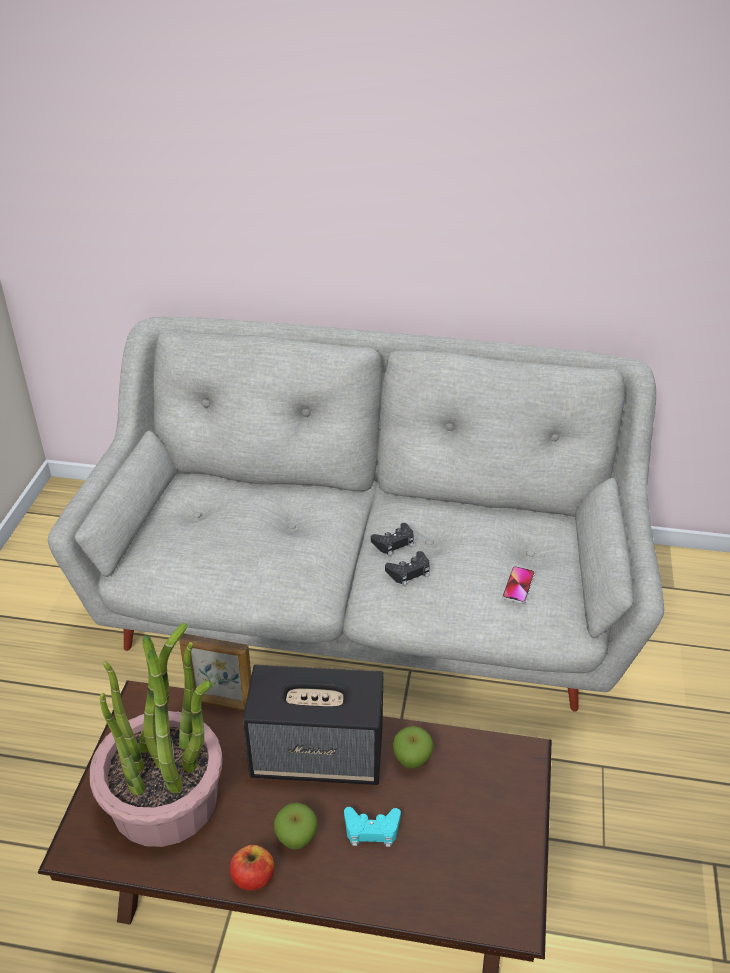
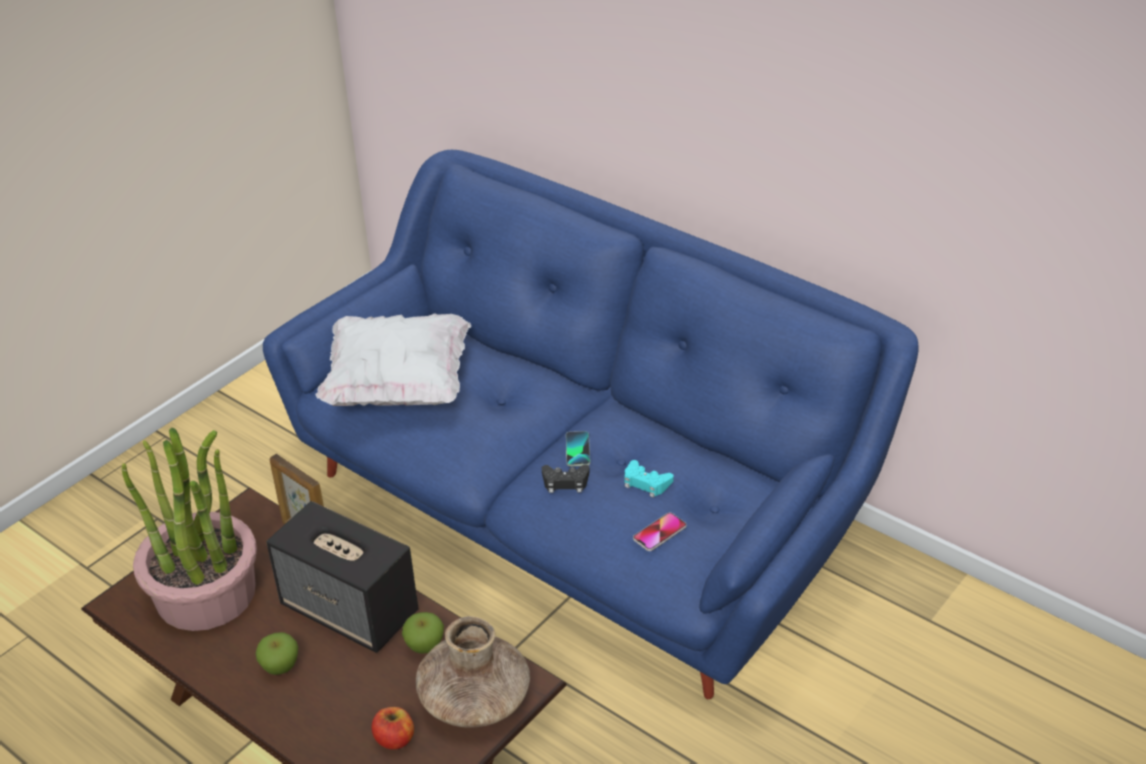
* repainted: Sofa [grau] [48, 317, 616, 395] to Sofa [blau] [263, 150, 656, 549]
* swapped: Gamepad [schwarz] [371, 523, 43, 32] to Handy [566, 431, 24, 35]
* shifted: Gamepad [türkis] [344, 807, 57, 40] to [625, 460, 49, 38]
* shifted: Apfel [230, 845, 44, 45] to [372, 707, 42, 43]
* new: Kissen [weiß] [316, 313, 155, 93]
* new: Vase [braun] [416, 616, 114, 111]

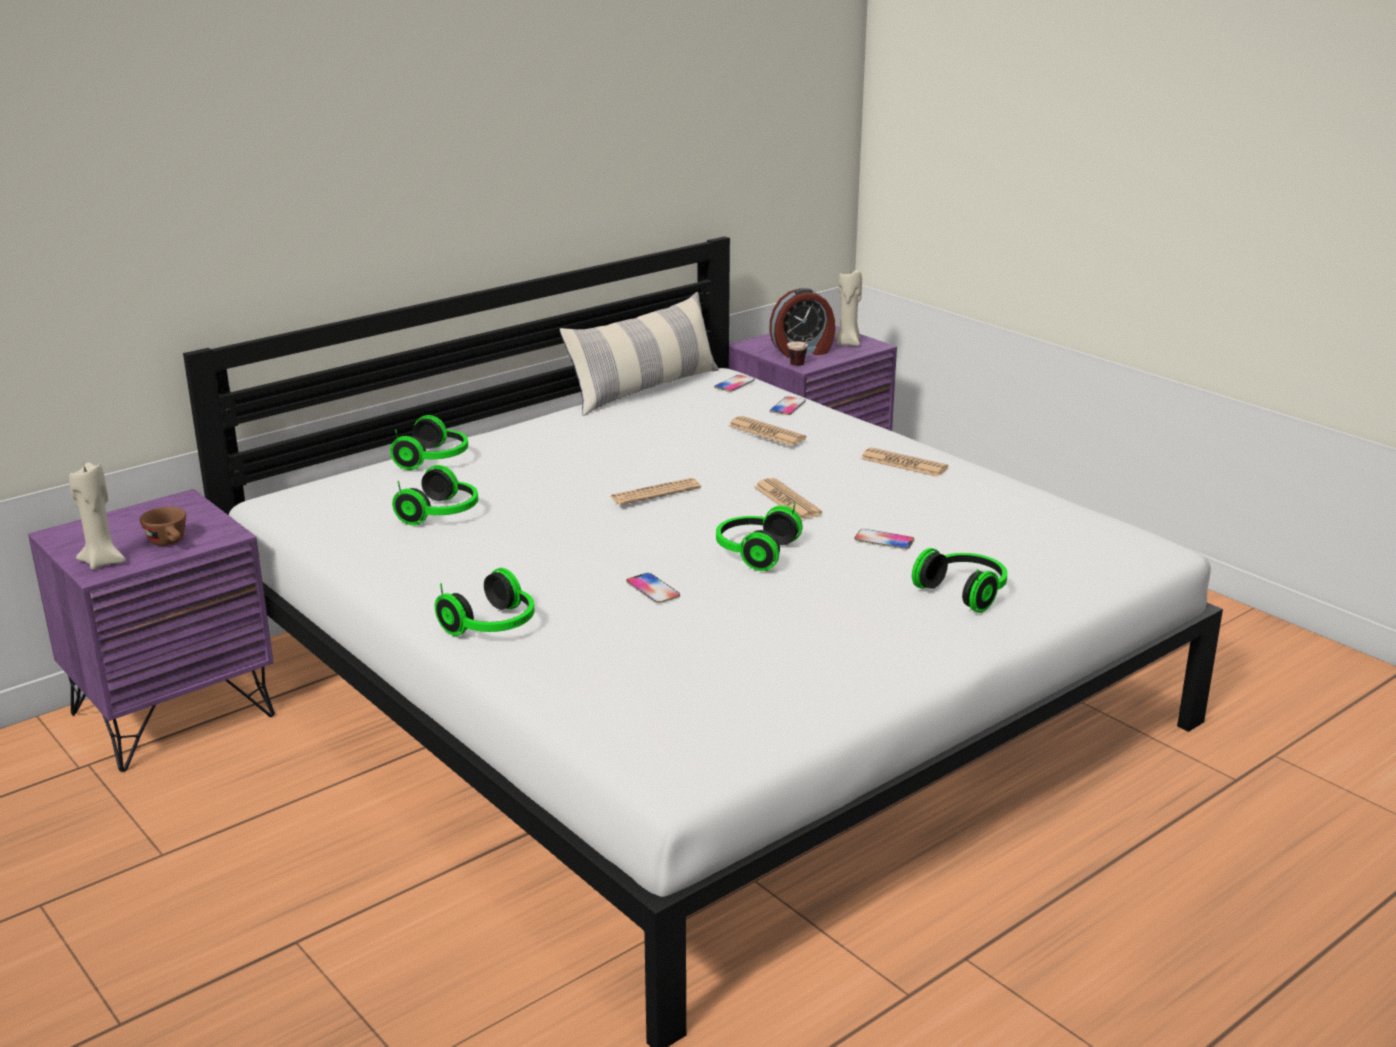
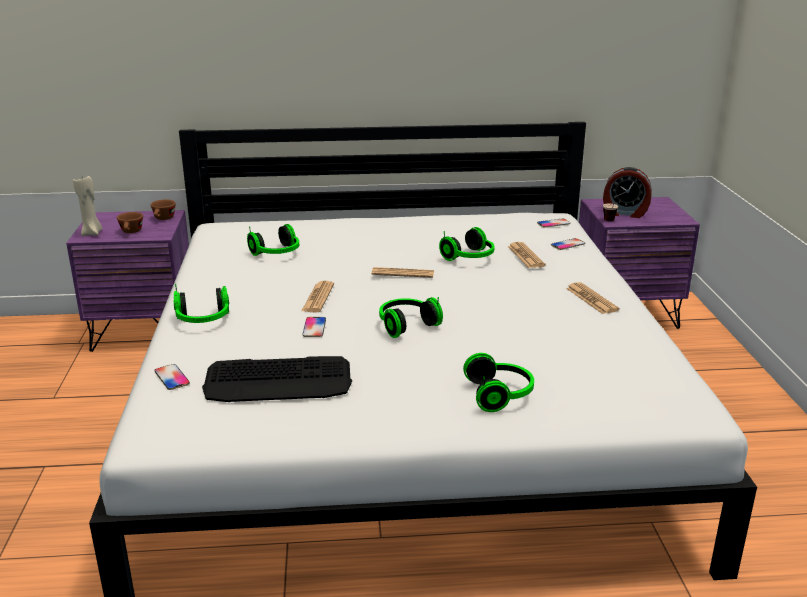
* gone: Kerze [beige] [834, 270, 28, 76]
* gone: Kissen [559, 292, 160, 124]
* shifted: Kopfhörer [390, 415, 78, 55] to [439, 227, 56, 34]
* shifted: Zeitung [754, 478, 68, 41] to [302, 281, 32, 32]
* shifted: Handy [855, 529, 59, 21] to [154, 364, 36, 26]
* new: Tasse [braun] [151, 200, 25, 20]
* new: Tastatur [202, 356, 150, 46]

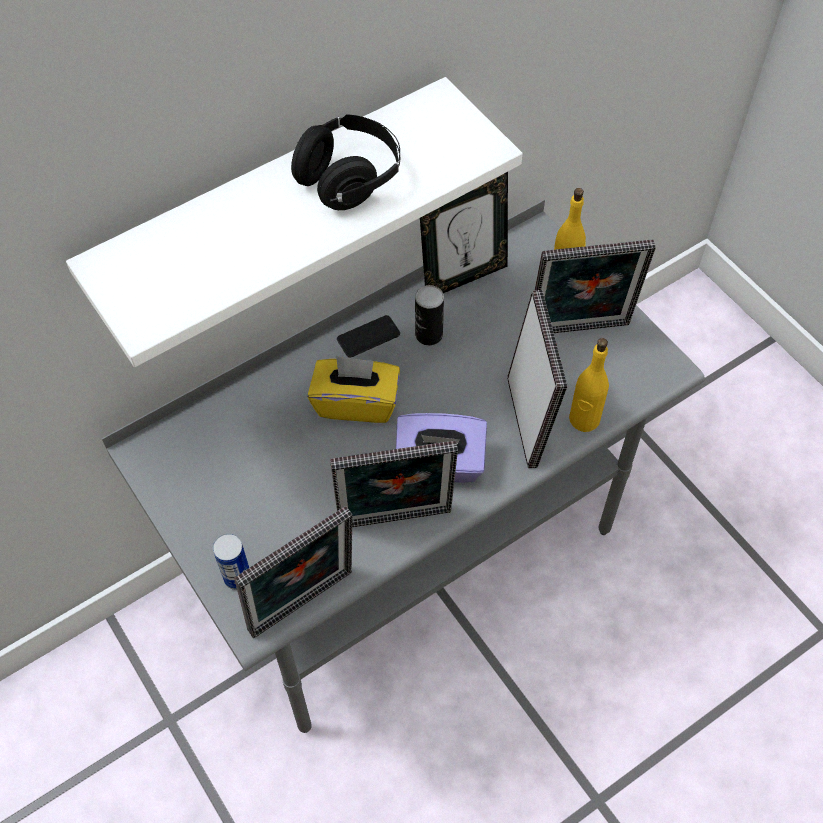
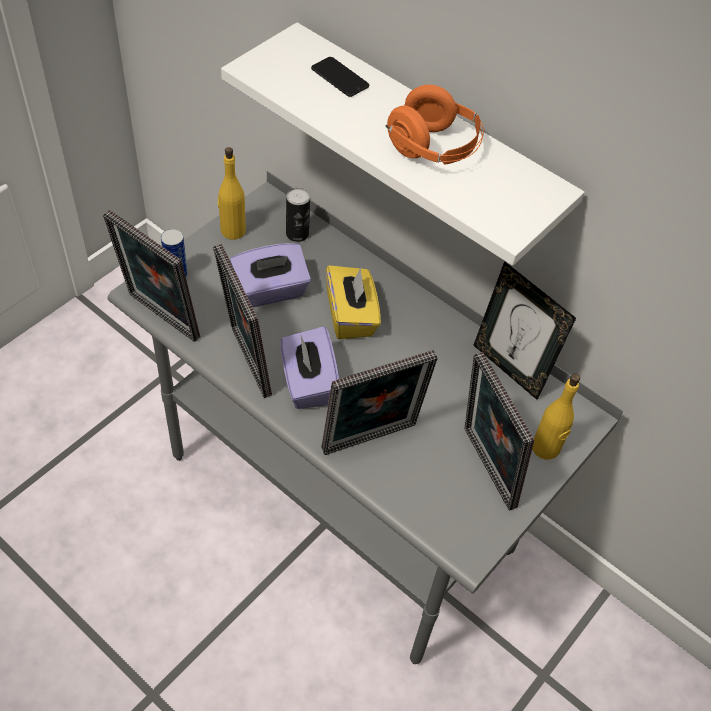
* repainted: Kopfhörer [schwarz] [291, 114, 109, 96] to Kopfhörer [orange] [386, 85, 98, 80]
* shifted: Dose [415, 285, 29, 61] to [286, 188, 24, 54]
* shifted: Handy [337, 315, 63, 42] to [311, 57, 58, 40]
* shifted: Flasche [gelb] [569, 338, 40, 94] to [218, 147, 28, 93]
* new: Taschentuchbox [lila] [230, 243, 81, 64]

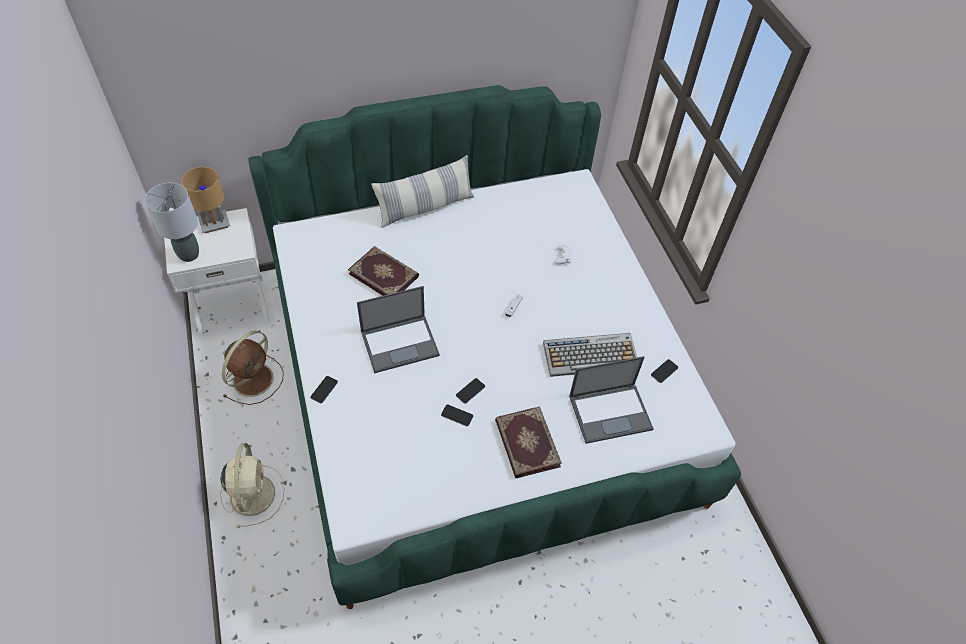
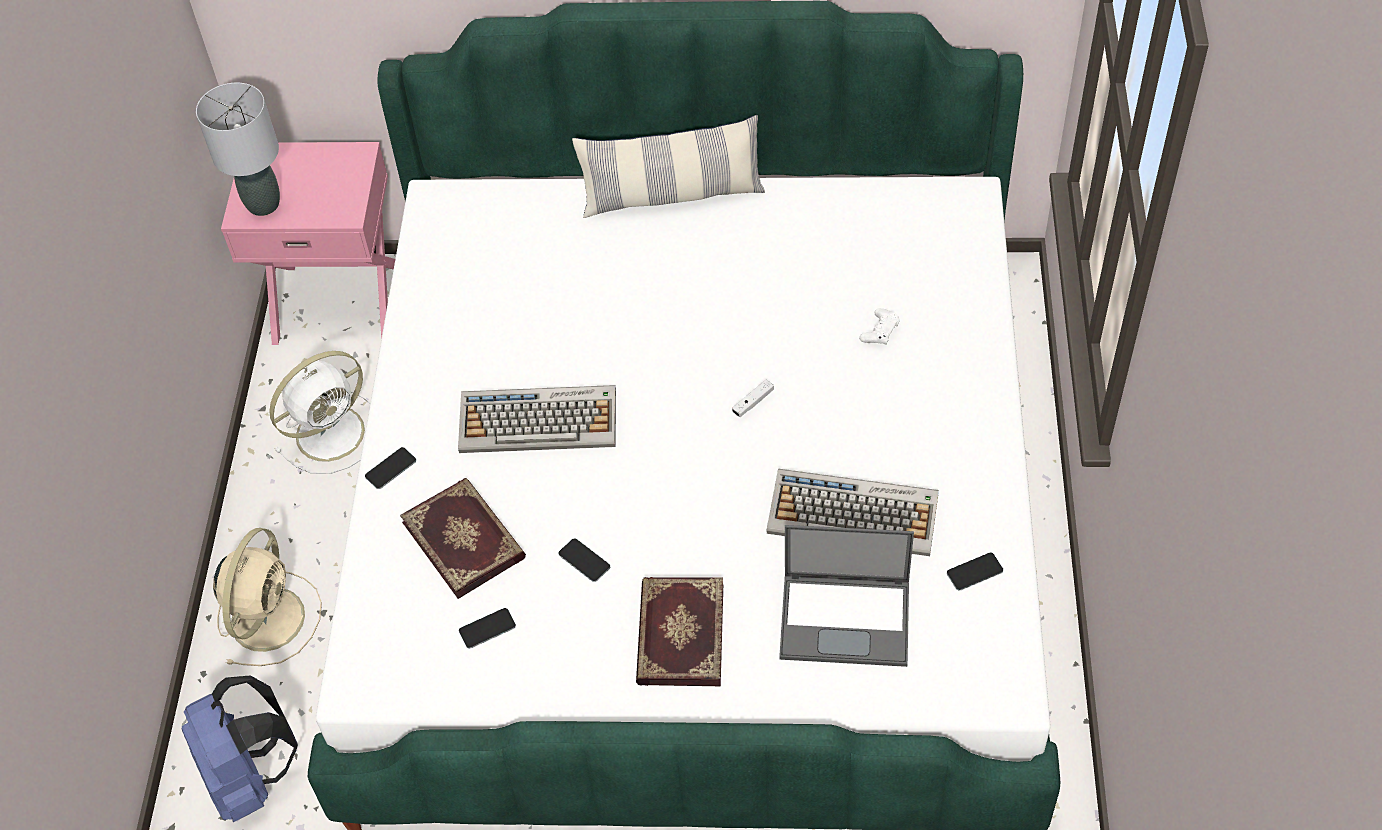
* gone: Tischlampe [braun] [181, 167, 49, 66]
* repainted: Nachttisch [weiß] [164, 208, 106, 129] to Nachttisch [rosa] [221, 142, 174, 203]
* shifted: Buch [348, 246, 71, 50] to [400, 478, 126, 121]
* swapped: Laptop [357, 286, 83, 88] to Tastatur [458, 385, 158, 68]
* repainted: Ventilator [braun] [222, 331, 62, 74] to Ventilator [weiß] [269, 351, 101, 123]
* shifted: Handy [456, 378, 29, 26] to [459, 608, 57, 40]
* new: Rucksack [blau] [182, 675, 116, 147]

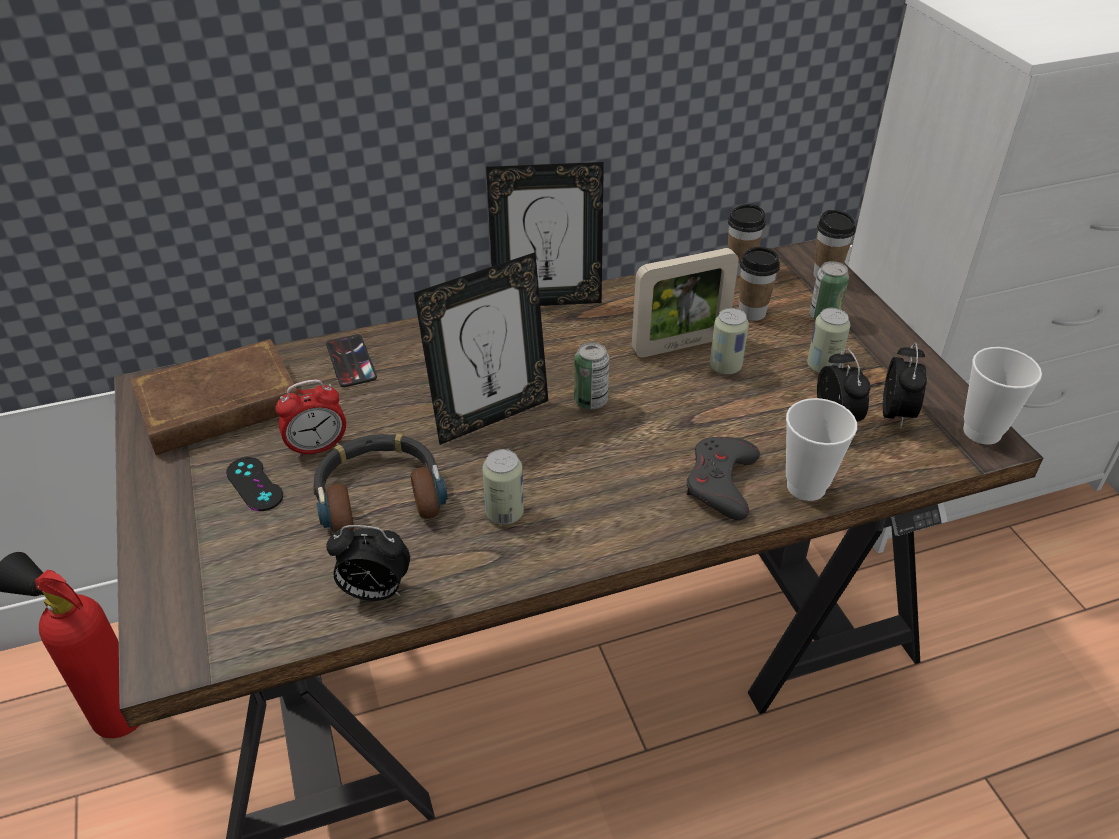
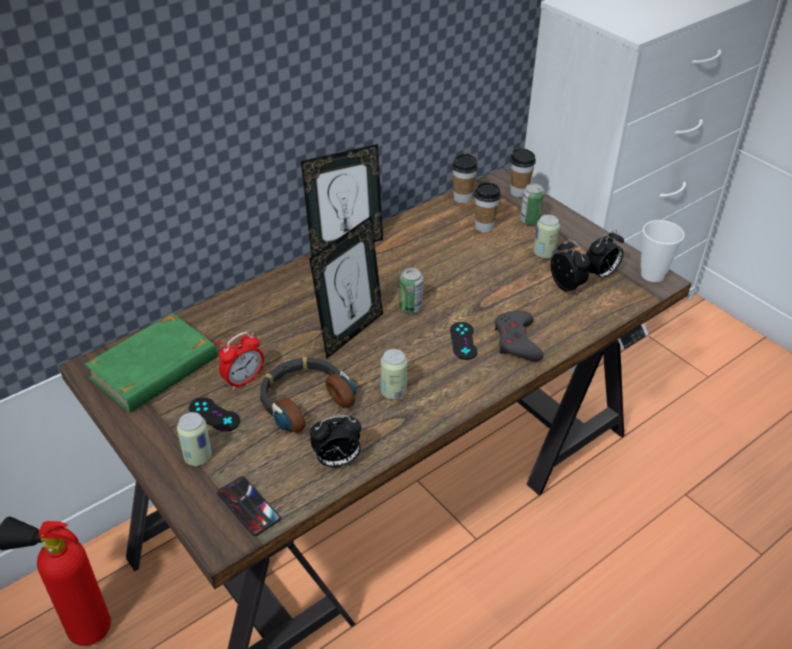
* gone: Bilderrahmen [632, 248, 107, 109]
* shifted: Dose [710, 308, 39, 67] to [177, 412, 35, 54]
* shifted: Handy [326, 334, 51, 53] to [217, 476, 64, 60]
* repainted: Buch [braun] [130, 339, 184, 116] to Buch [grün] [85, 313, 138, 100]
* rotated: Wecker [883, 343, 44, 86] = [586, 230, 38, 50] 60 degrees clockwise
* gone: Tasse [786, 398, 71, 103]
* new: Gamepad [schwarz] [450, 322, 28, 38]

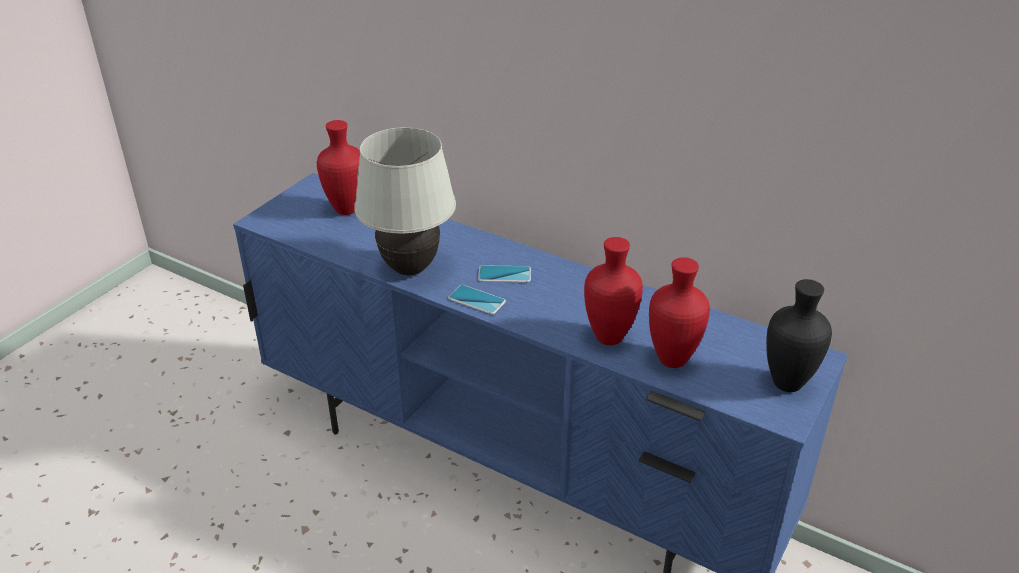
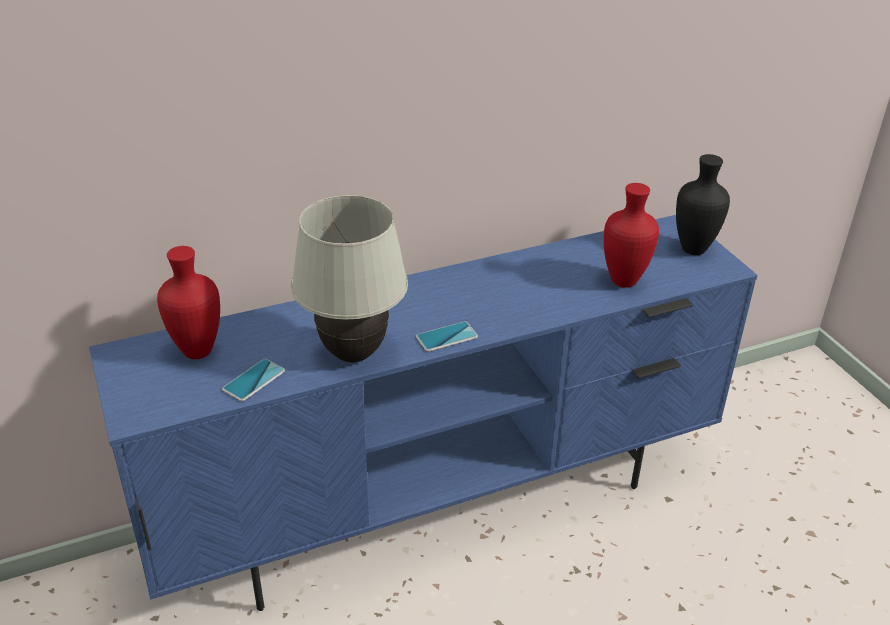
* gone: Vase [rot] [584, 237, 59, 108]
* shifted: Handy [478, 265, 53, 17] to [222, 359, 63, 42]

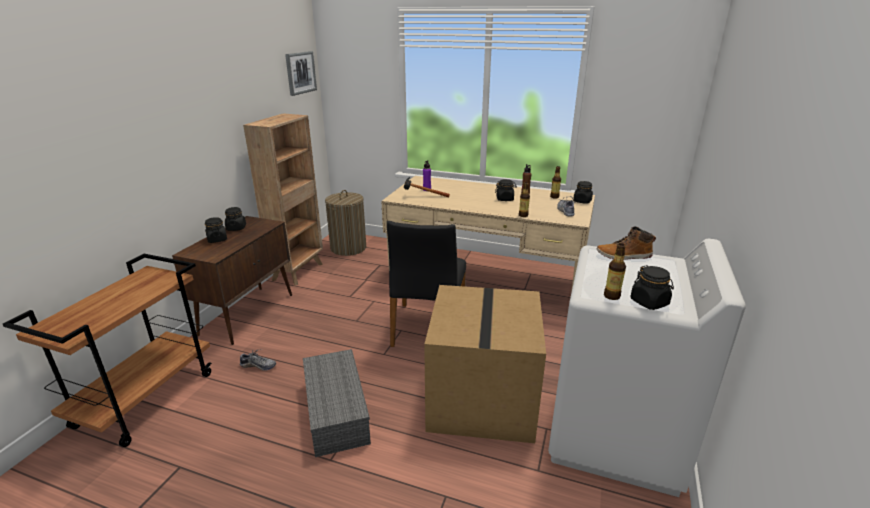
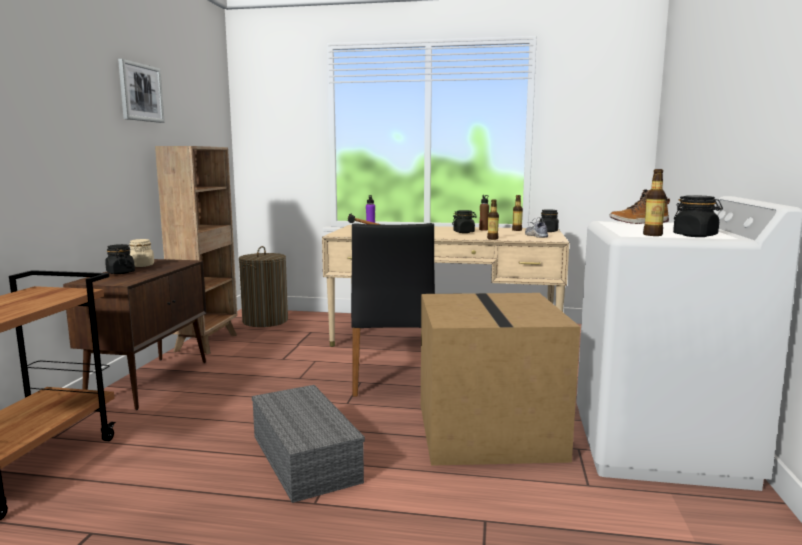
* shifted: Bild [285, 51, 32, 45] to [118, 59, 47, 64]
* repainted: Vorratsglas [schwarz] [225, 207, 21, 24] to Vorratsglas [beige] [129, 239, 25, 28]
* gone: Schuh [240, 349, 36, 22]

